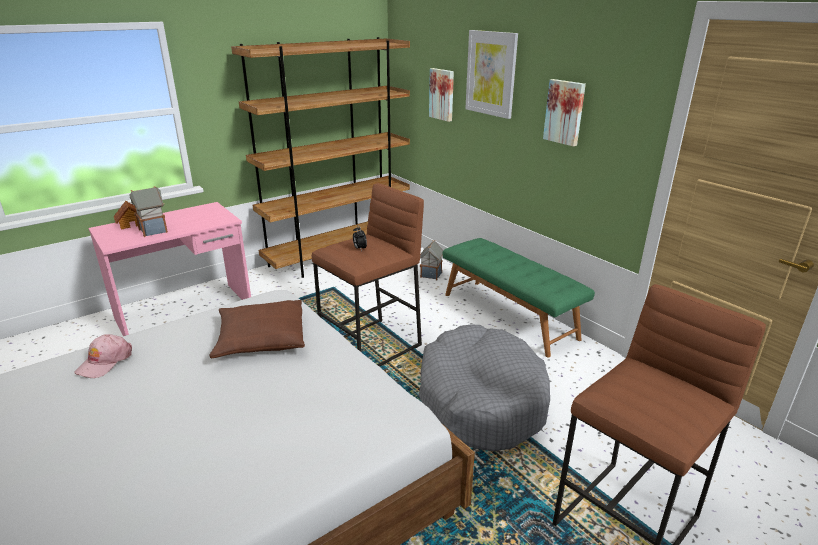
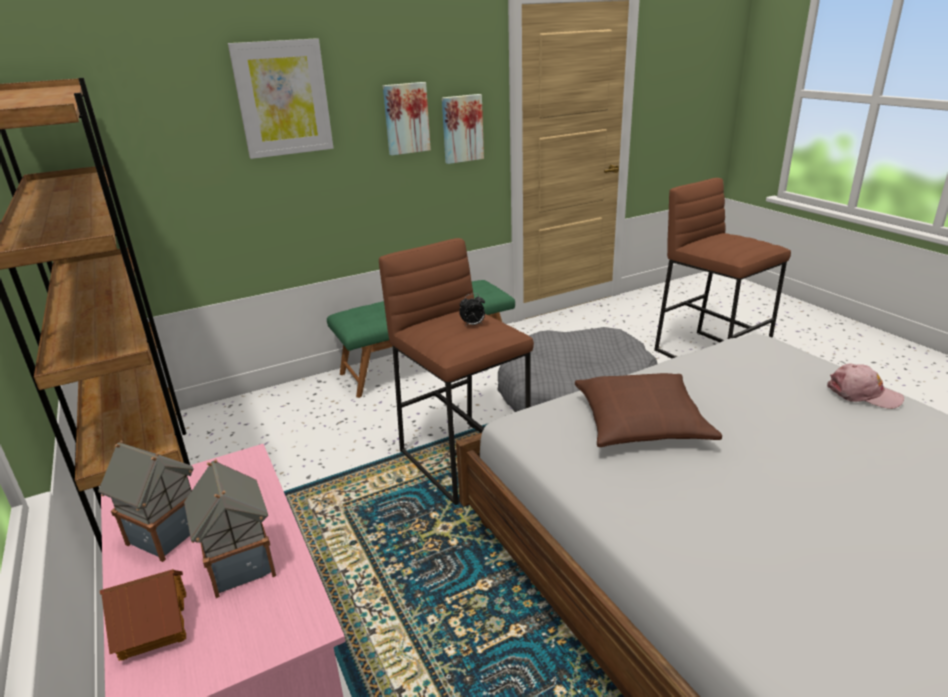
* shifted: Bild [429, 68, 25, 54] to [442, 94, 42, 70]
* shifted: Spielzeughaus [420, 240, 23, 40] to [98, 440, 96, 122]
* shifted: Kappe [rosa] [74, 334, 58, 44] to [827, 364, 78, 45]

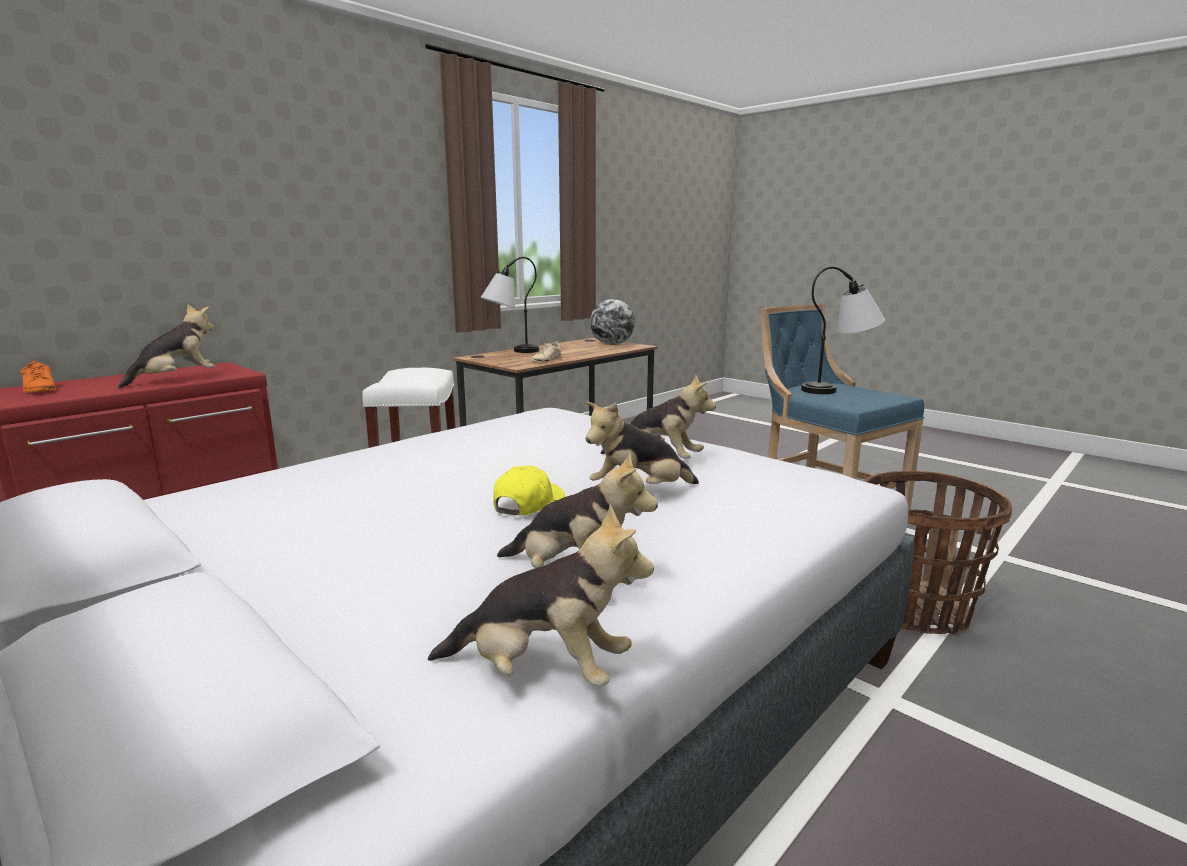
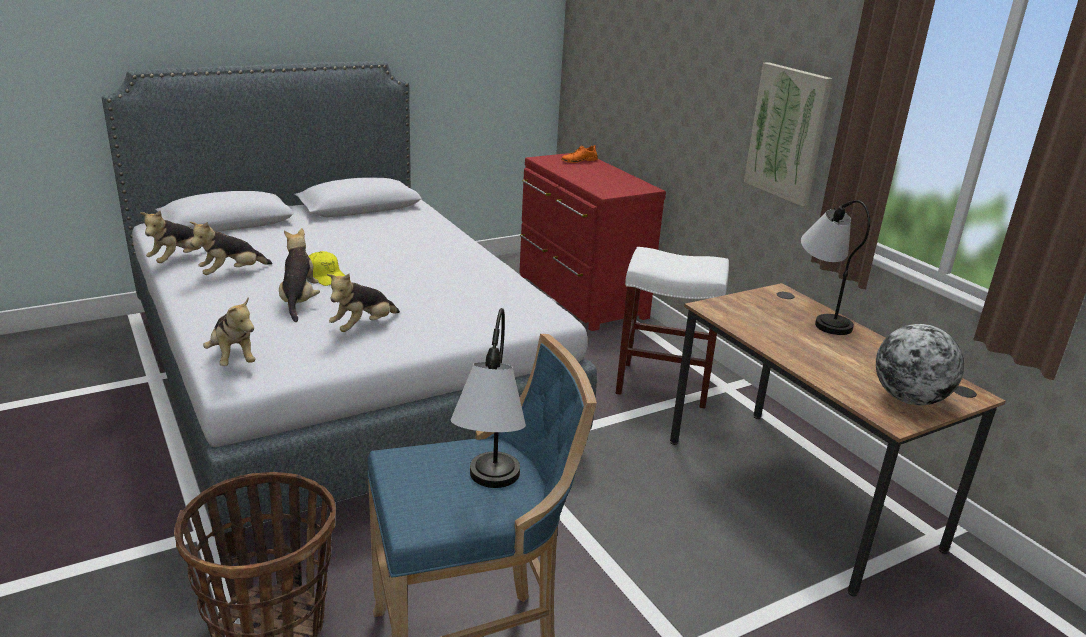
* shifted: Plüschtier [118, 304, 97, 85] to [203, 297, 53, 69]
* gone: Schuh [beige] [531, 341, 30, 22]
* new: Bild [744, 62, 89, 144]

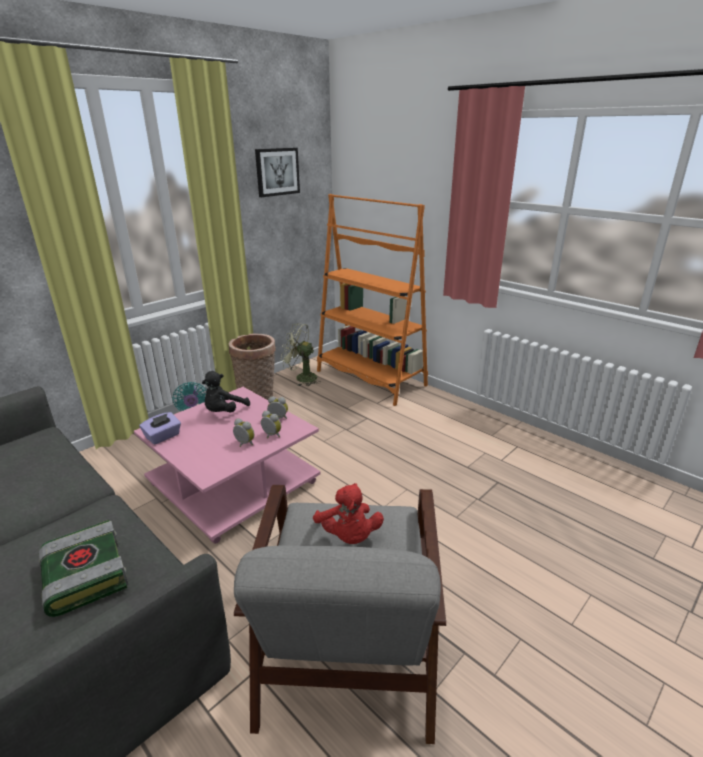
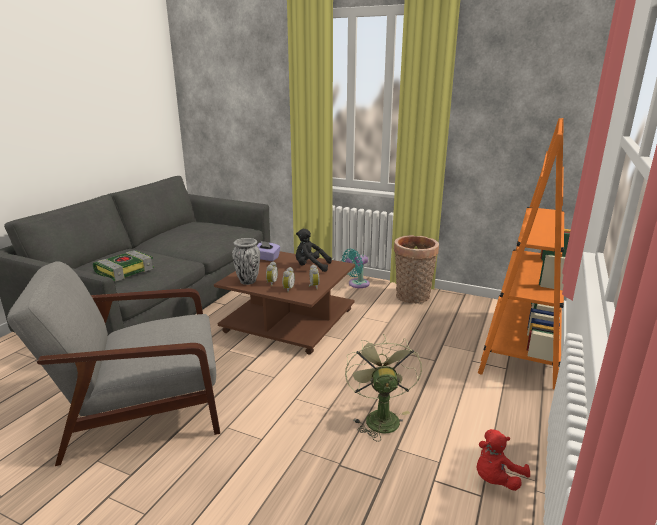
* gone: Bild [255, 148, 45, 49]
* shifted: Ventilator [grün] [281, 323, 40, 63] to [345, 334, 77, 107]
* repainted: Couchtisch [rosa] [134, 387, 187, 157] to Couchtisch [braun] [214, 251, 141, 103]
* shifted: Plüschtier [rot] [313, 483, 71, 61] to [477, 429, 53, 62]
* new: Vase [232, 238, 28, 47]

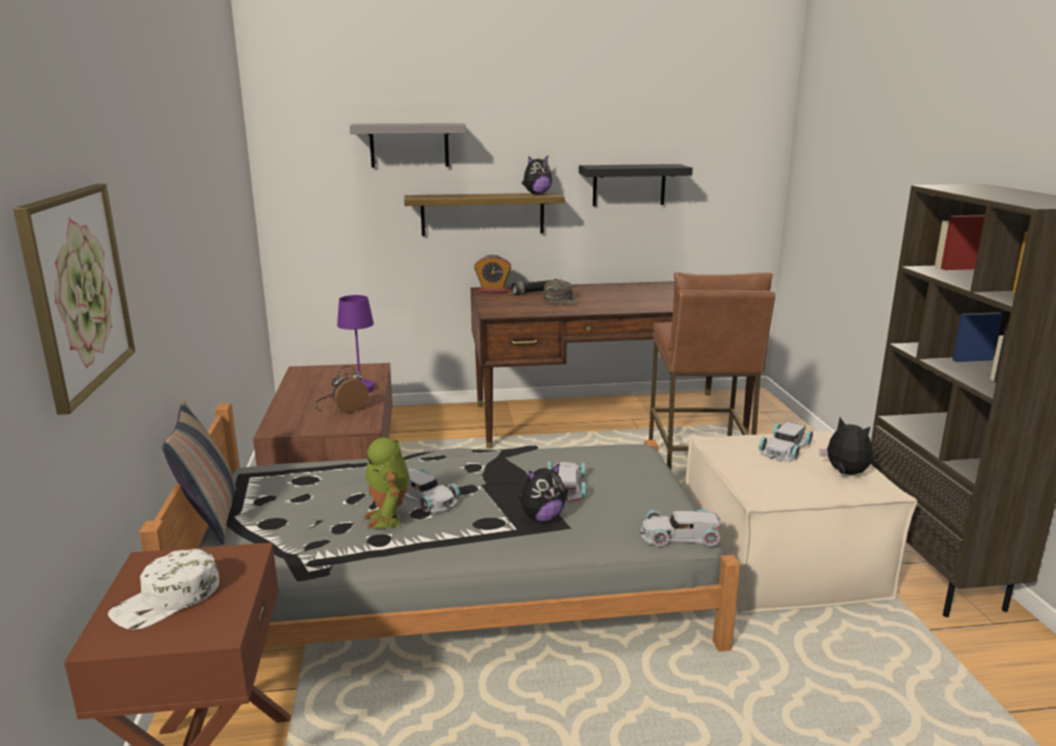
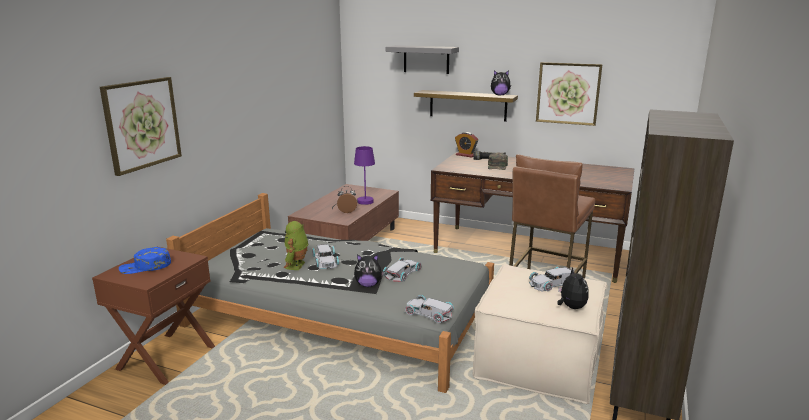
* swapped: Wandregal [schwarz] [579, 164, 114, 42] to Bild [536, 62, 66, 64]
* gone: Kissen [162, 401, 74, 144]
* repainted: Kappe [weiß] [108, 549, 111, 80] to Kappe [blau] [119, 247, 52, 27]

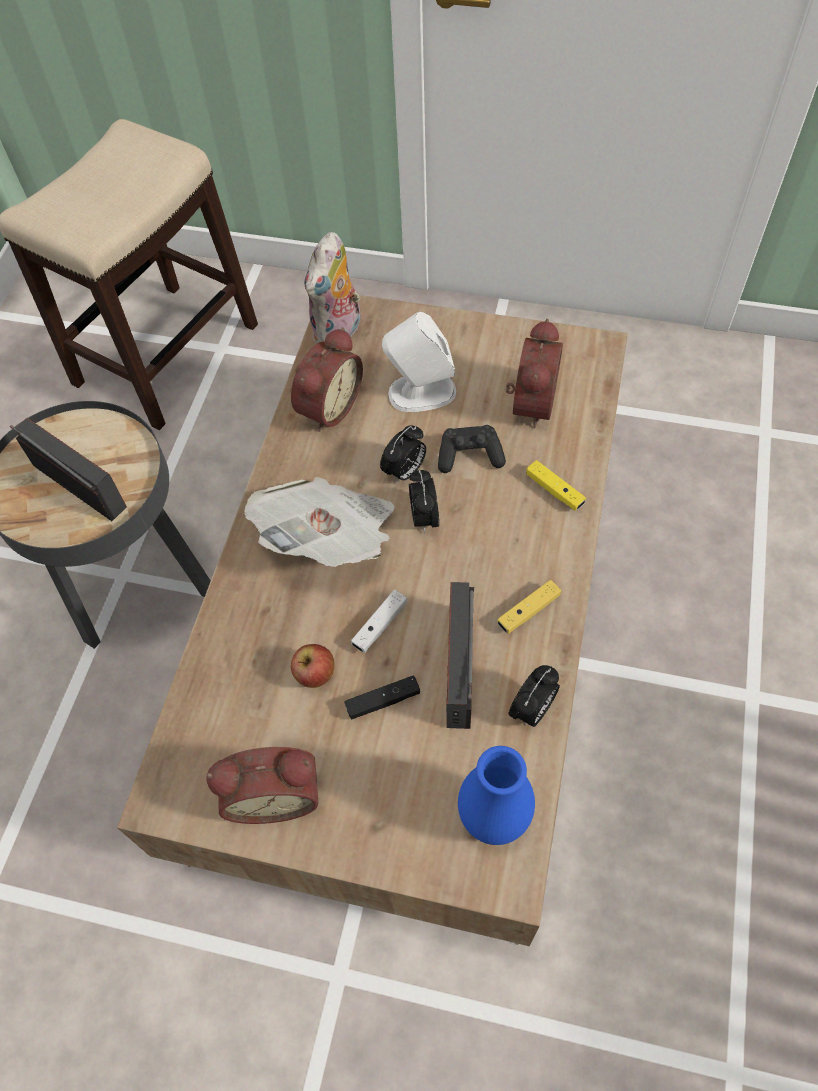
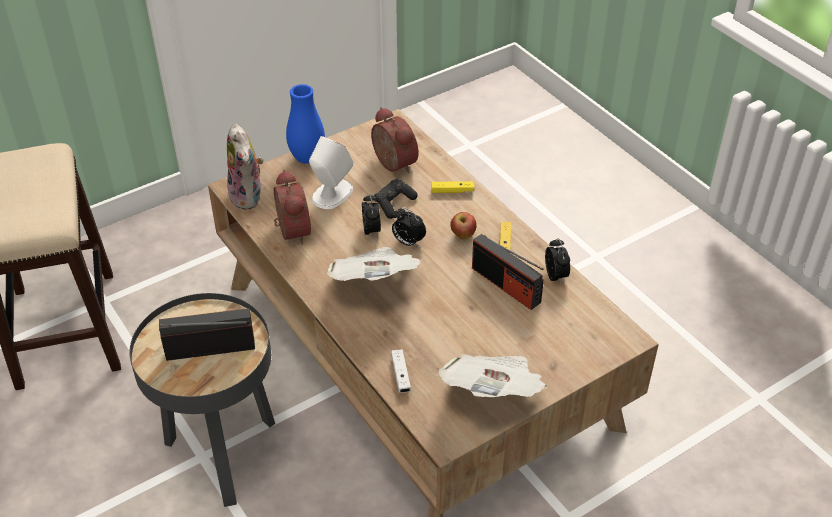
* shifted: Gamepad [weiß] [351, 590, 56, 63] to [391, 349, 20, 44]
* shifted: Apfel [291, 644, 44, 44] to [450, 212, 27, 27]
* gone: Gamepad [schwarz] [344, 675, 76, 45]
* shifted: Vase [blau] [458, 746, 77, 99] to [286, 84, 39, 80]
* swapped: Wecker [206, 747, 112, 77] to Zeitung [439, 354, 108, 43]

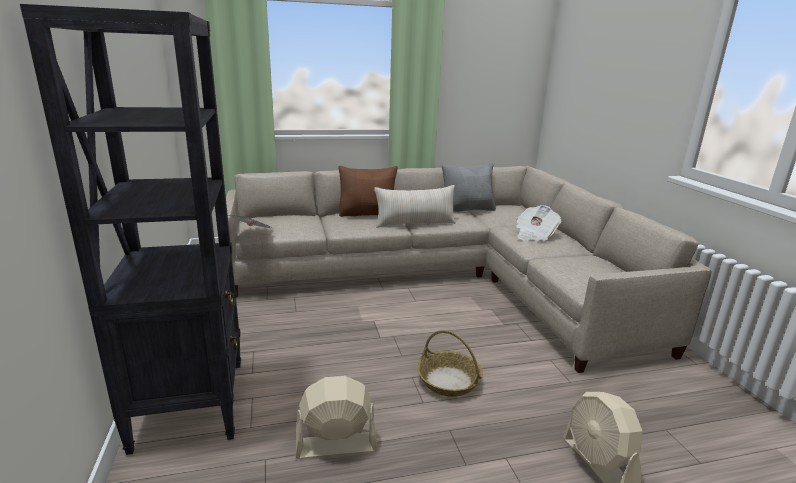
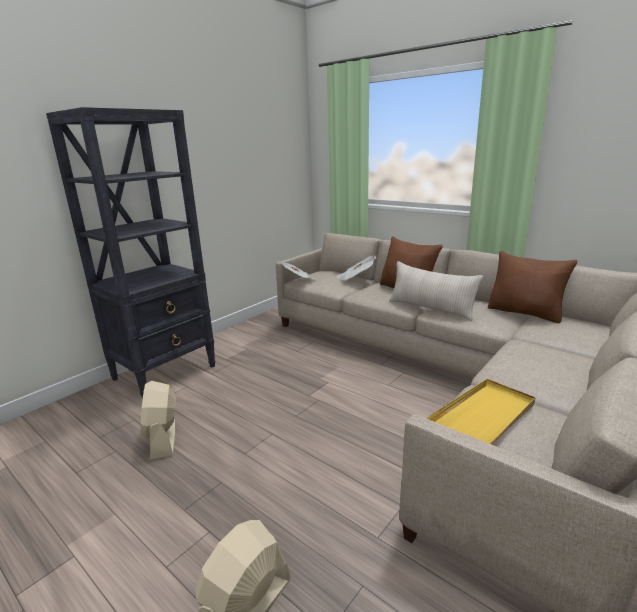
* repainted: Kissen [grau] [442, 163, 54, 49] to Kissen [braun] [488, 251, 90, 72]
* shifted: Zeitung [516, 205, 45, 36] to [337, 256, 40, 25]
* gone: Korb [417, 330, 66, 67]
* rotated: Ventilator [beige] [296, 376, 81, 84] = [140, 381, 36, 79] 150 degrees counterclockwise
* new: Tablett [gelb] [427, 379, 108, 66]

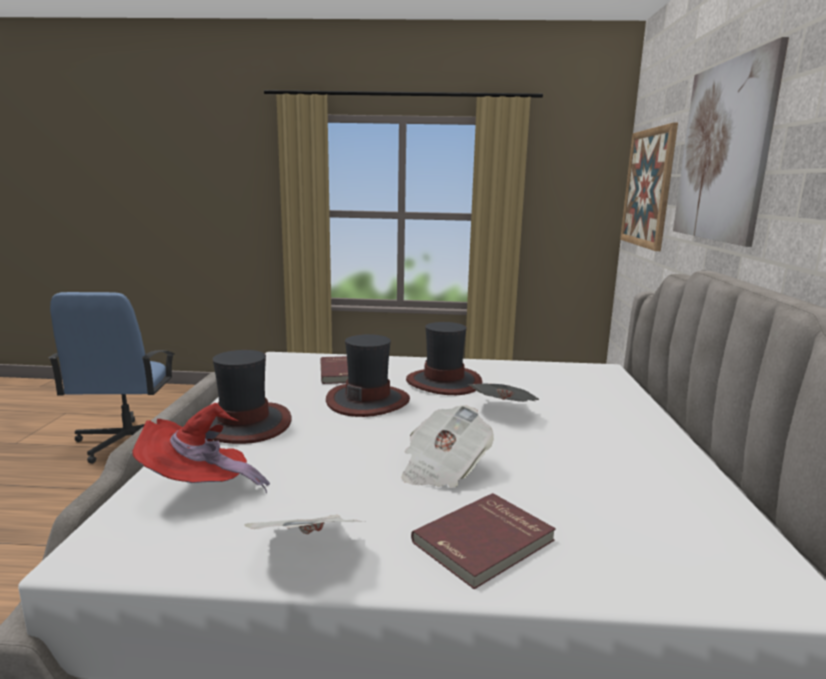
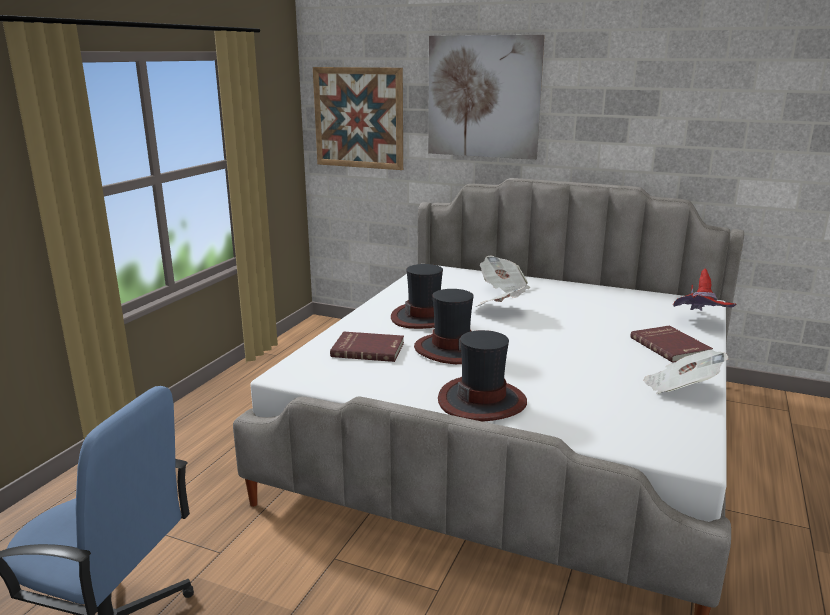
* shifted: Hut [rot] [132, 403, 138, 91] to [672, 269, 64, 42]
* shifted: Zeitung [401, 405, 93, 83] to [480, 256, 50, 42]

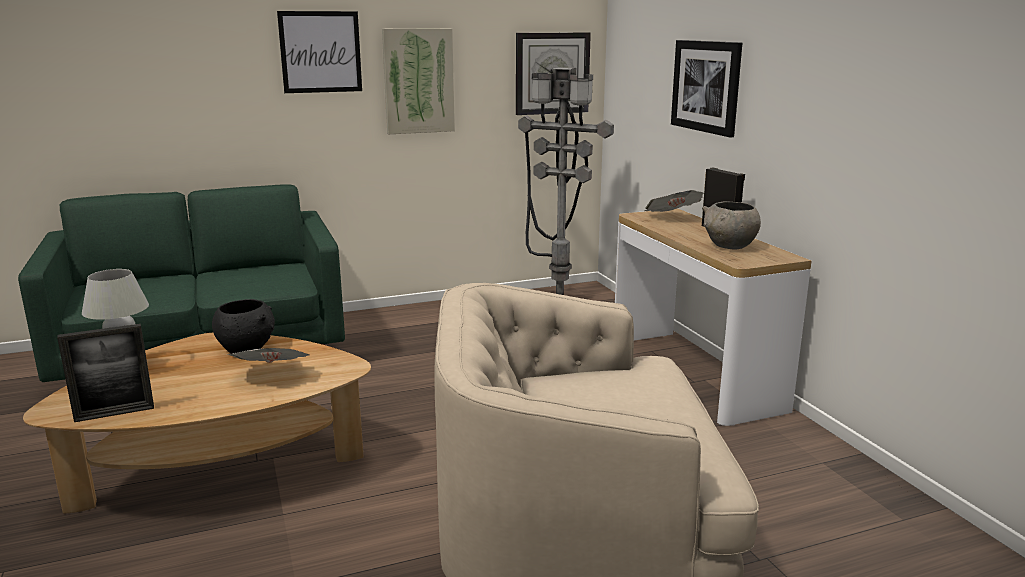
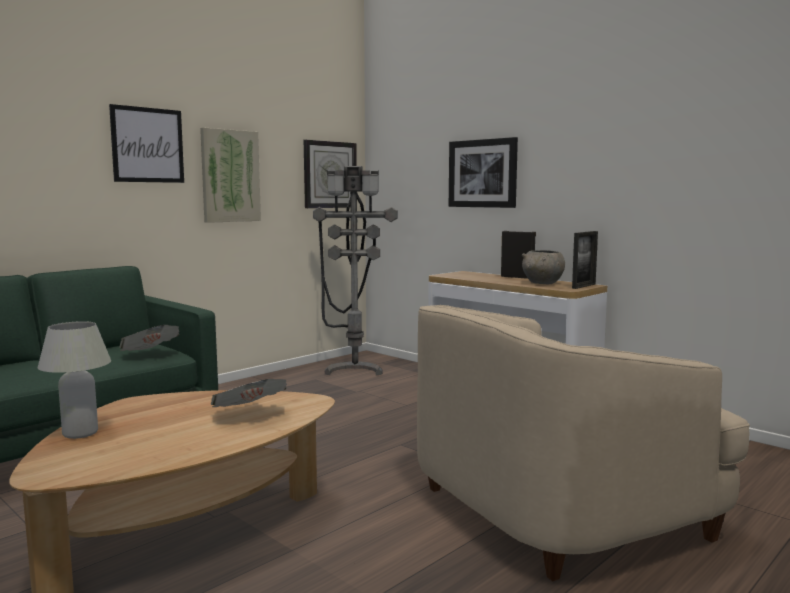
* shifted: Zeitung [644, 190, 60, 22] to [119, 325, 60, 26]
* gone: Schüssel [schwarz] [212, 299, 63, 55]
* shifted: Bilderrahmen [57, 324, 97, 98] to [572, 231, 26, 58]

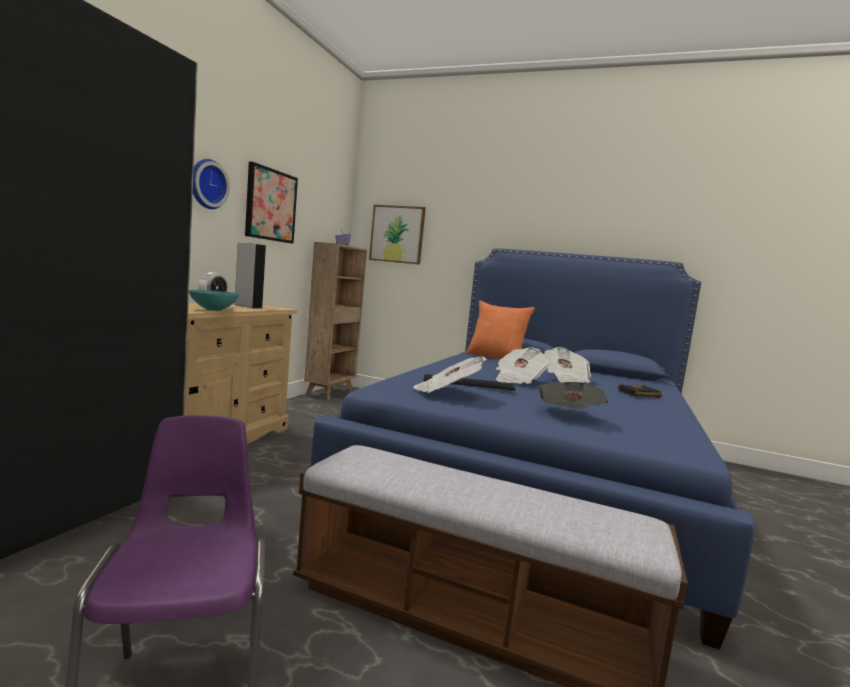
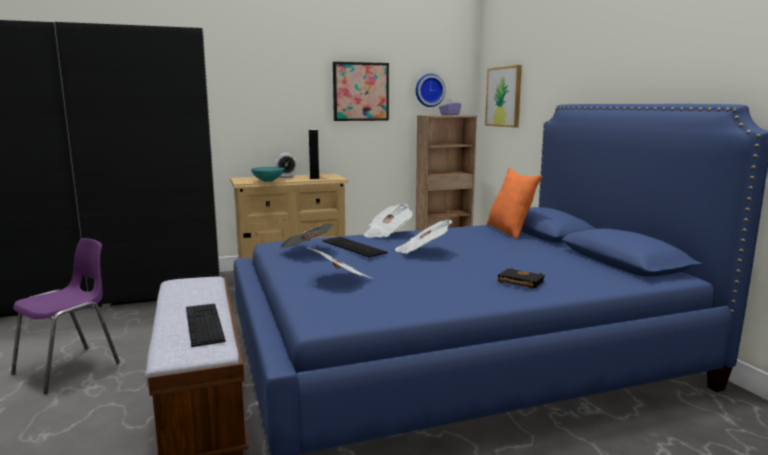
* shifted: Wanduhr [193, 159, 37, 50] to [416, 74, 29, 33]
* shifted: Zeitung [544, 347, 47, 36] to [364, 204, 49, 34]
* new: Tastatur [186, 304, 40, 43]

